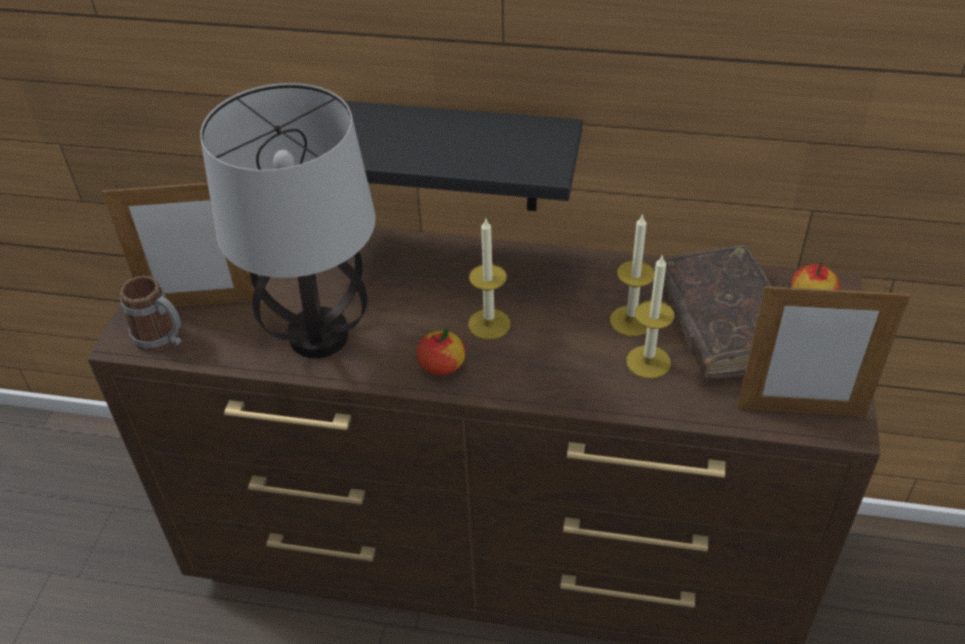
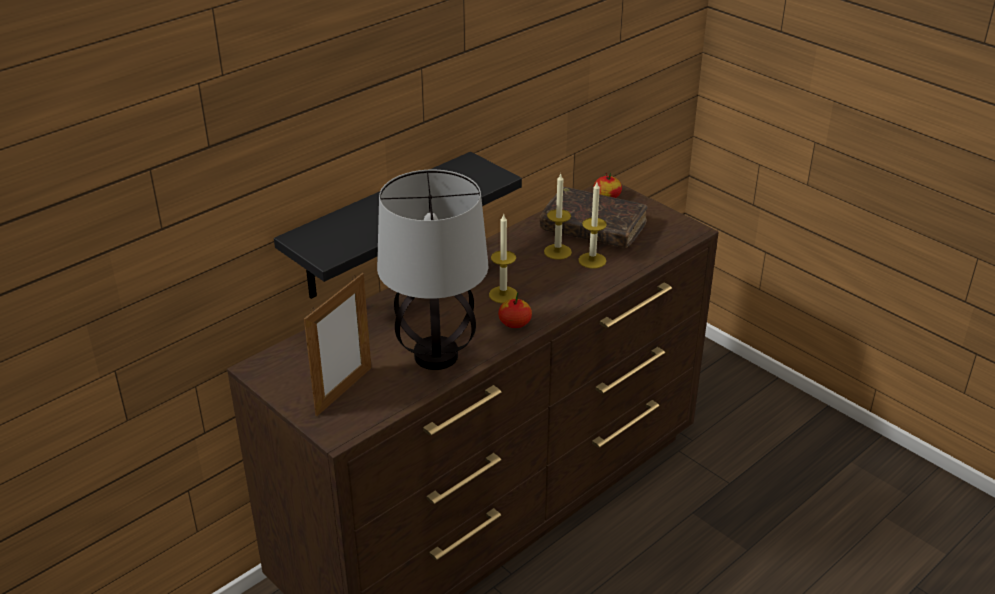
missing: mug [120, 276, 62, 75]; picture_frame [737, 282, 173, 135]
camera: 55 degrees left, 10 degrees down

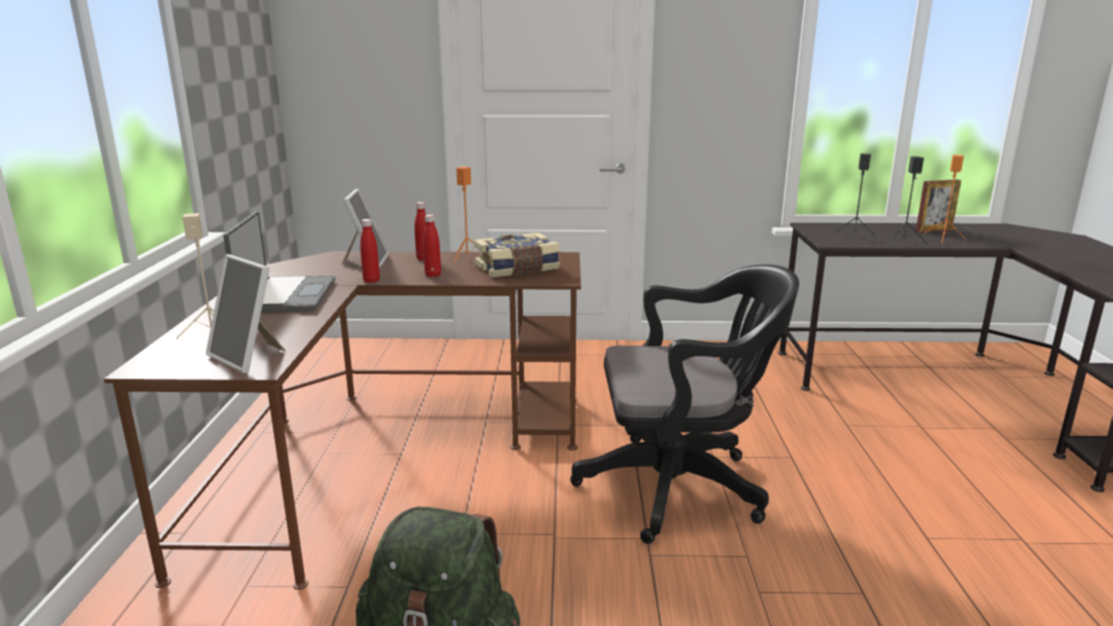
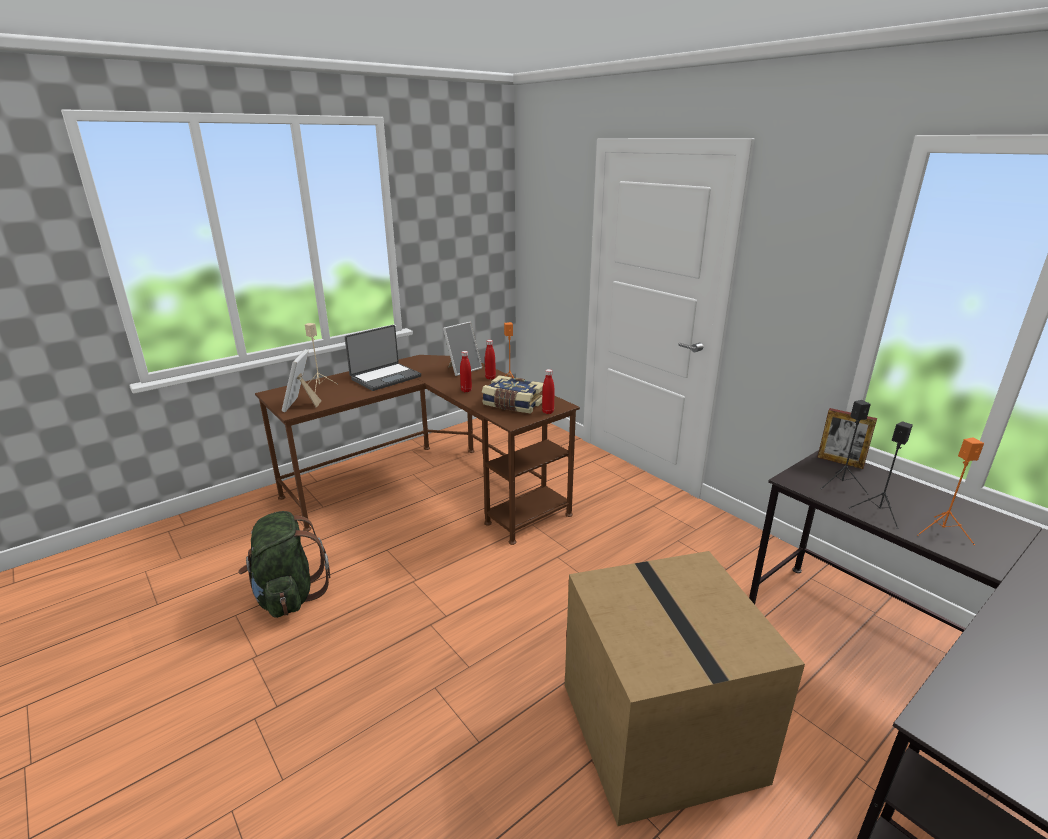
missing: black_office_chair [570, 264, 229, 280]
appeared: cardboard_box [565, 551, 240, 275]
relocated: red_bottle [360, 219, 20, 64] to [542, 369, 12, 45]; picture_frame [916, 179, 45, 53] to [817, 408, 60, 61]
camera: 50 degrees right, 5 degrees up

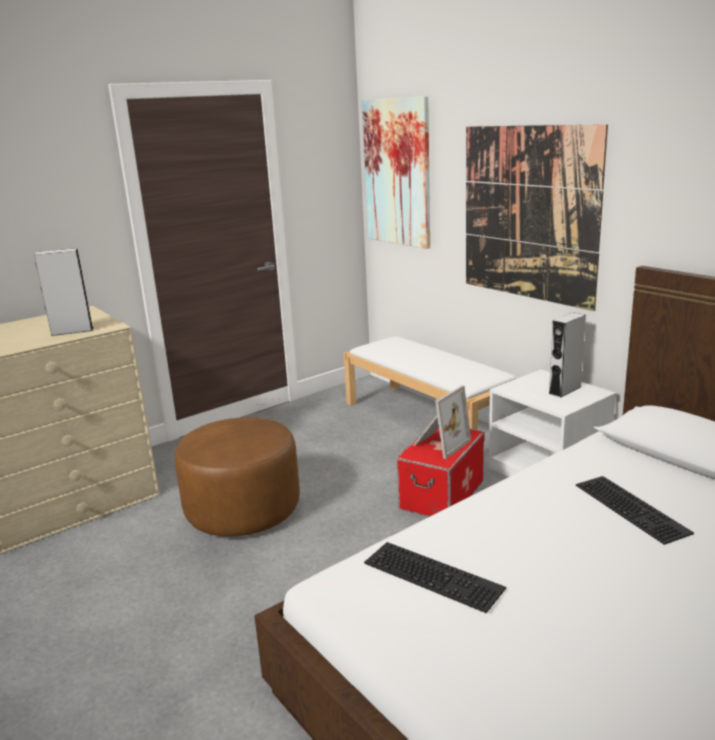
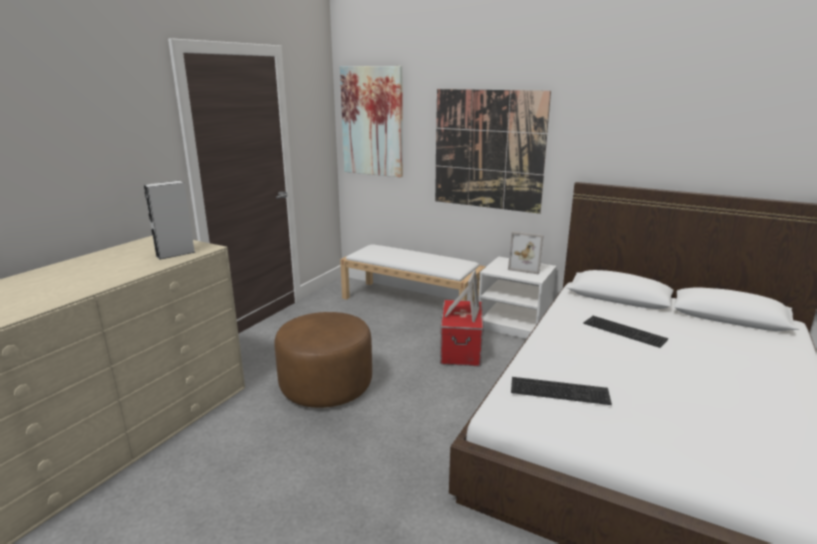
exchanged: grey_speaker [549, 312, 37, 85] to picture_frame [508, 231, 36, 44]
camera: 25 degrees left, 0 degrees up

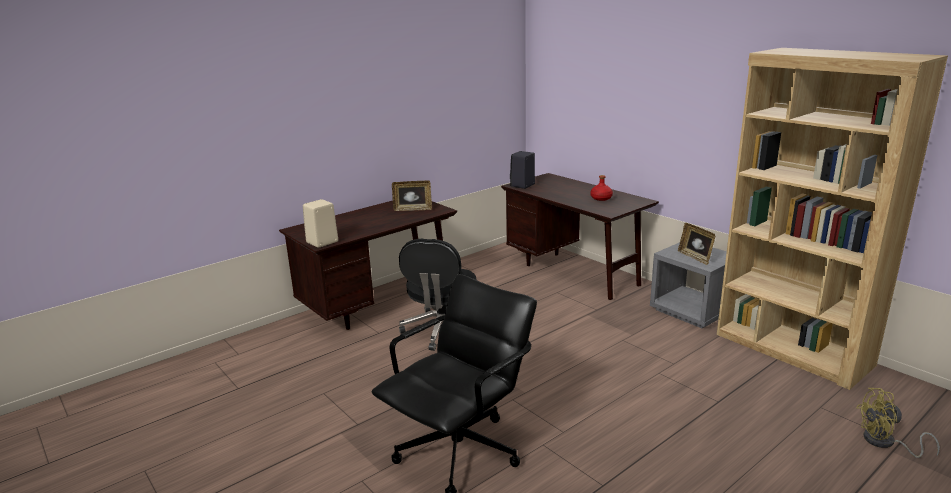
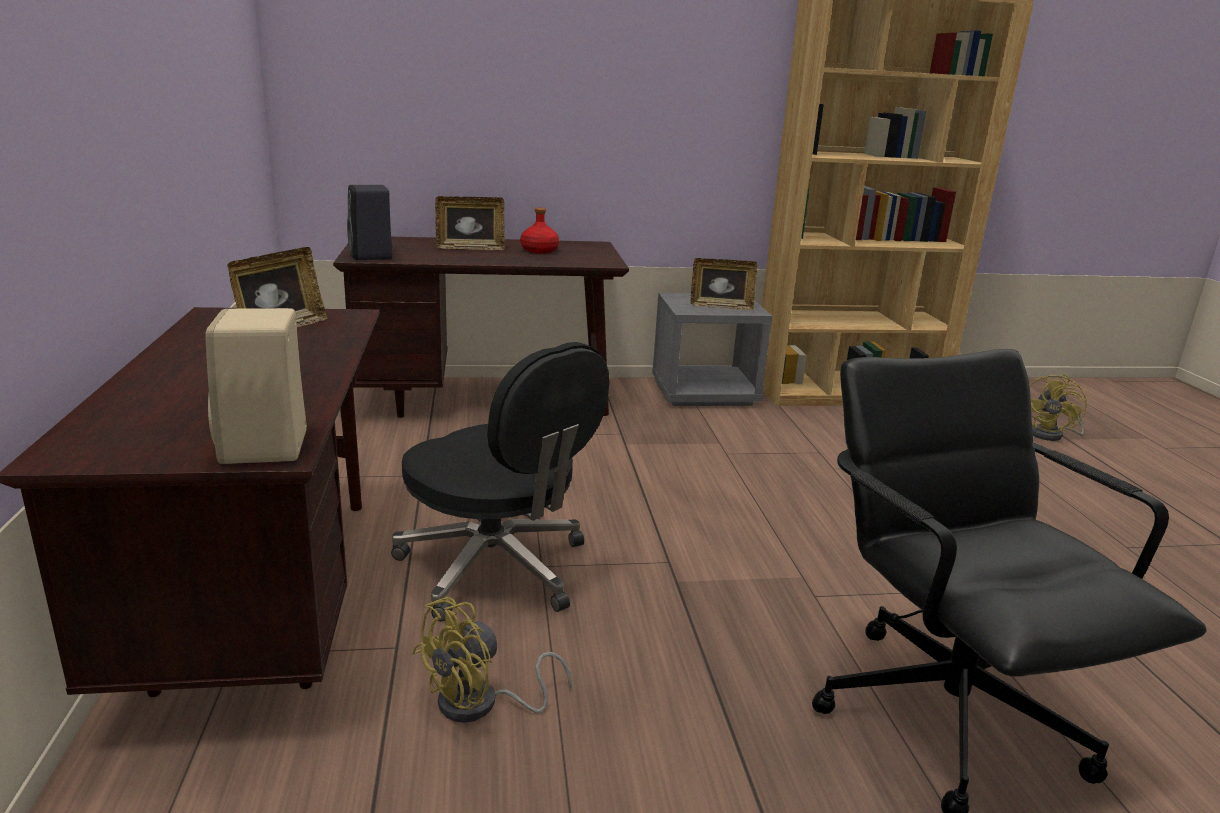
appeared: yellow_fan [412, 597, 159, 126]; picture_frame [435, 196, 70, 54]
camera: 60 degrees left, 0 degrees up

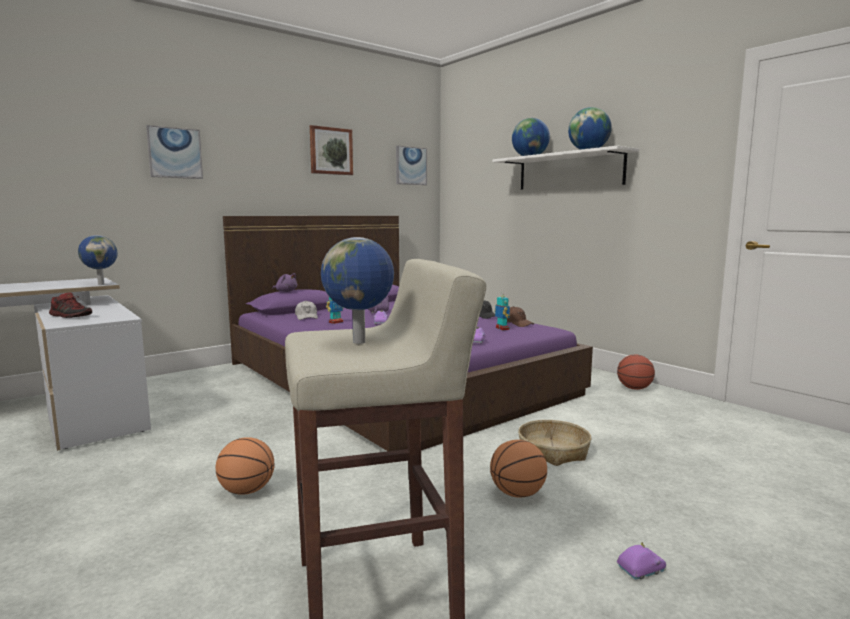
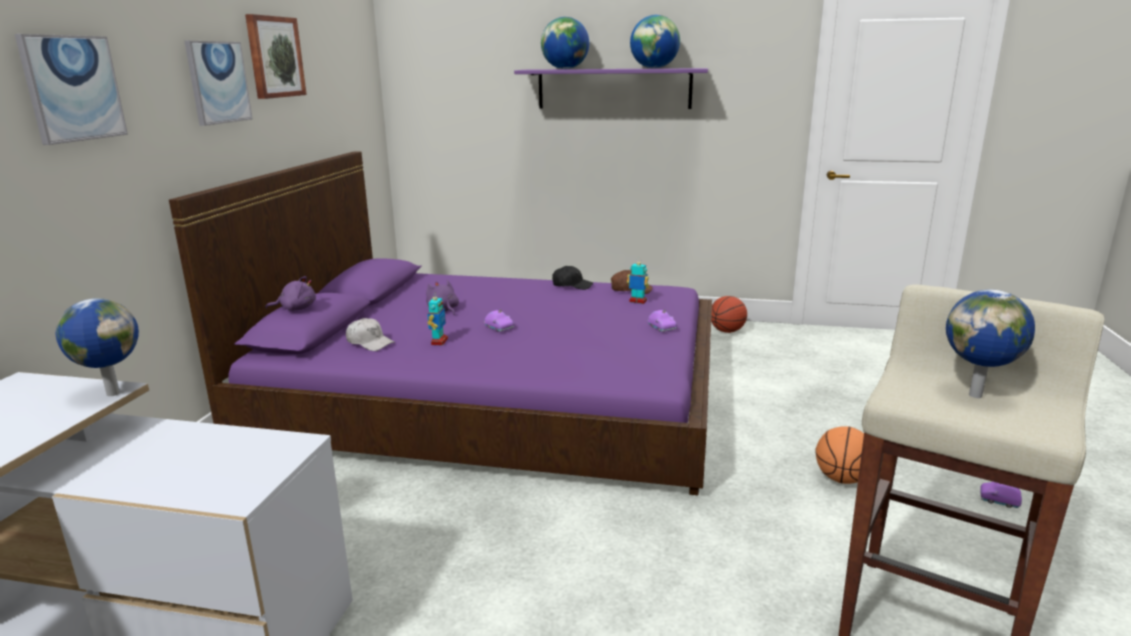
missing: shoe [49, 292, 43, 26]; basketball [216, 437, 59, 58]; basket [518, 420, 73, 46]
relocated: picture [396, 146, 31, 39] to [185, 41, 67, 85]
colour: white_shelf [492, 146, 147, 44] to purple_shelf [514, 68, 194, 41]
spun: purple_toy_car [617, 542, 49, 38] = [980, 482, 42, 26] 90 degrees counterclockwise
camera: 40 degrees left, 10 degrees up

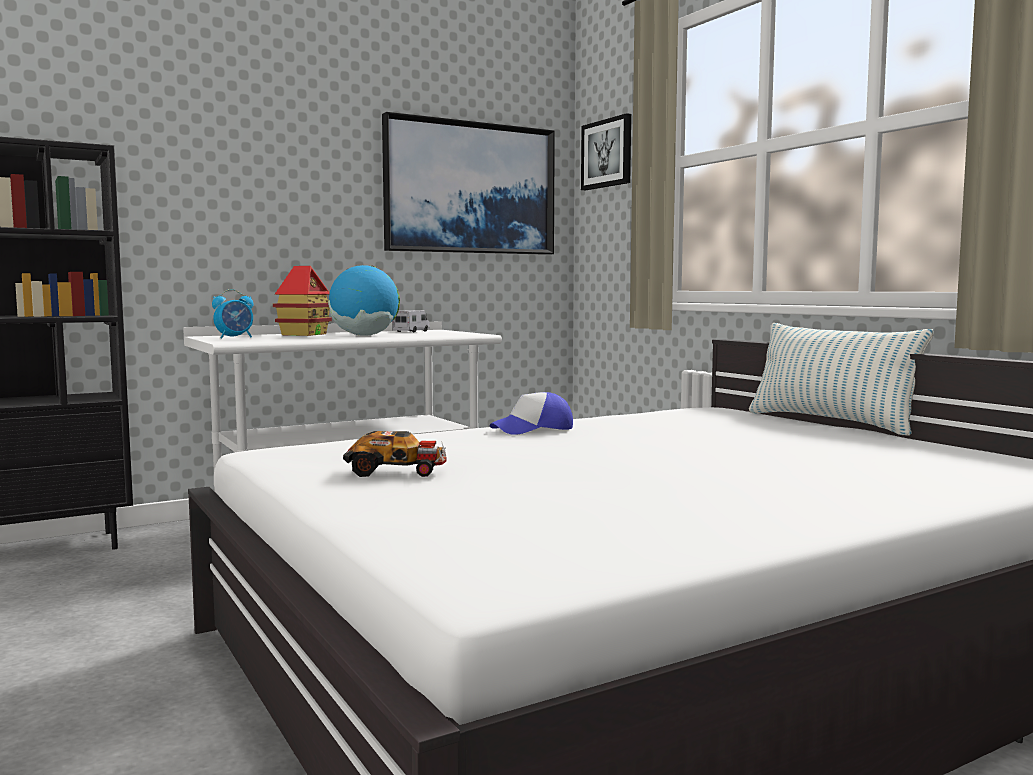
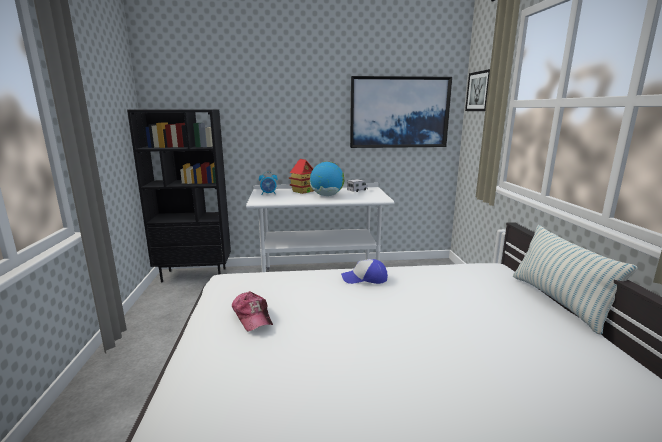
exchanged: toy_car [343, 431, 104, 46] to cap [232, 291, 41, 41]
camera: 25 degrees right, 10 degrees up

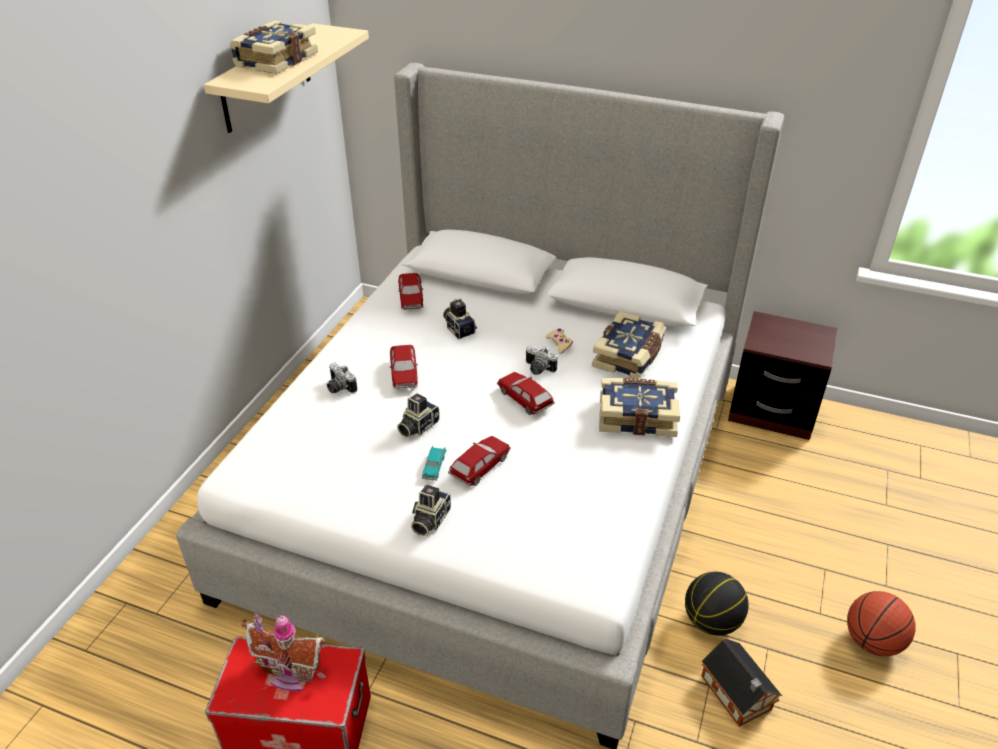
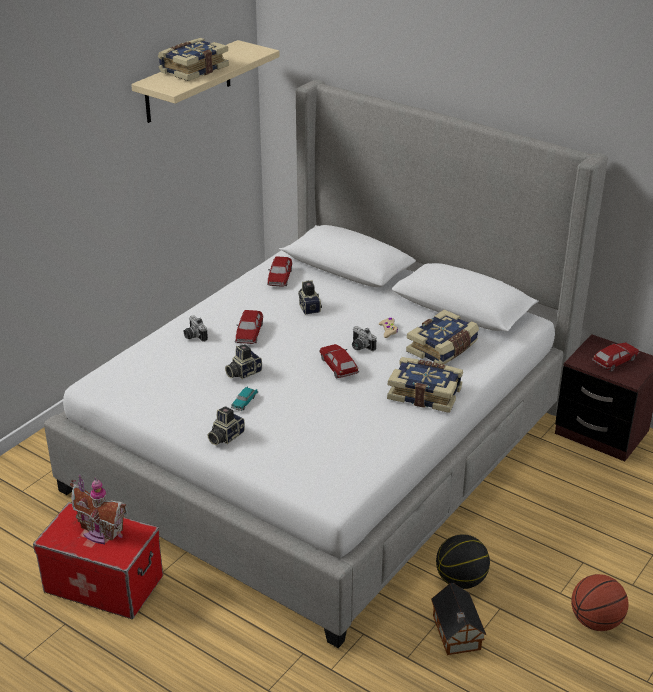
relocated: toy_car [448, 436, 63, 50] to [592, 343, 48, 28]
camera: 15 degrees right, 5 degrees down

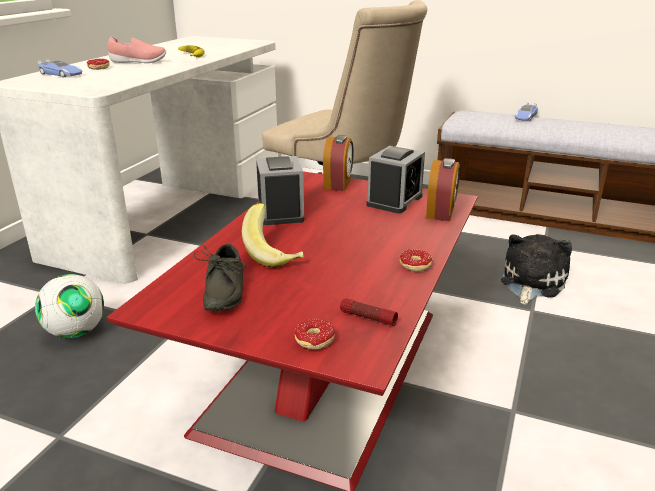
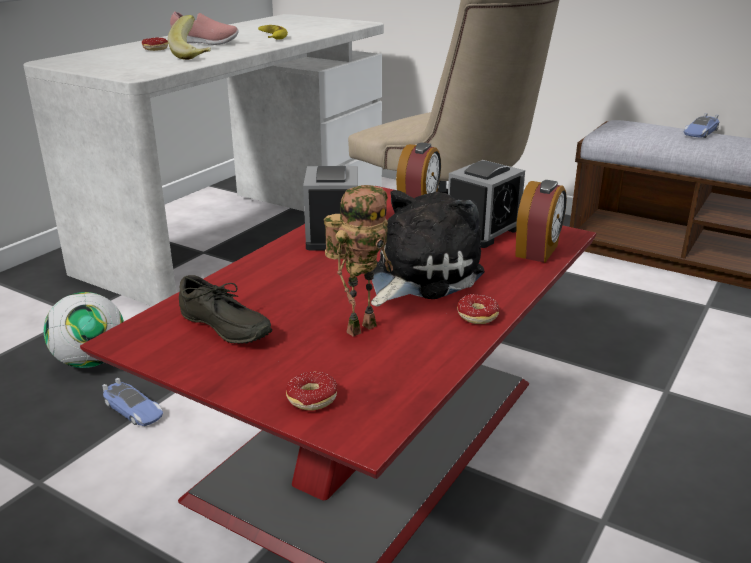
missing: flashlight [340, 298, 58, 28]
appeared: toy_robot [324, 185, 69, 152]
relocated: toy_car [37, 59, 45, 19] to [102, 378, 61, 48]; banana [242, 203, 62, 65] to [168, 15, 43, 45]; plush_toy [501, 234, 71, 71] to [371, 190, 114, 117]
spun: grey_shoe [194, 241, 52, 70] = [179, 275, 93, 69] 60 degrees counterclockwise
camera: 10 degrees right, 0 degrees up

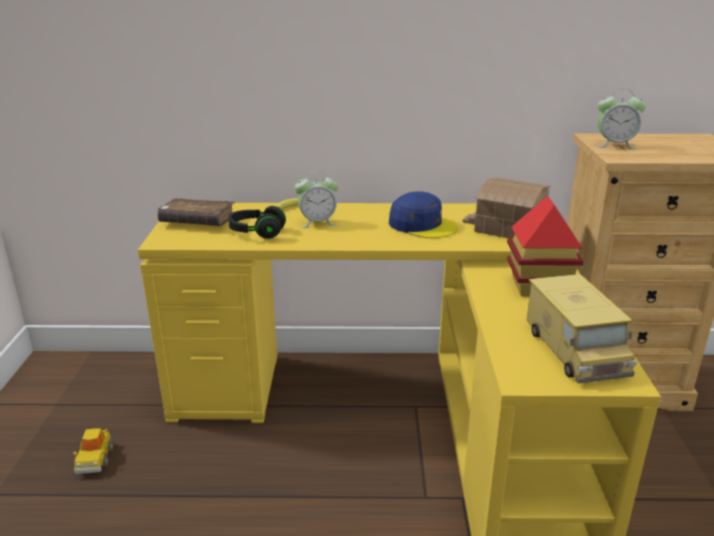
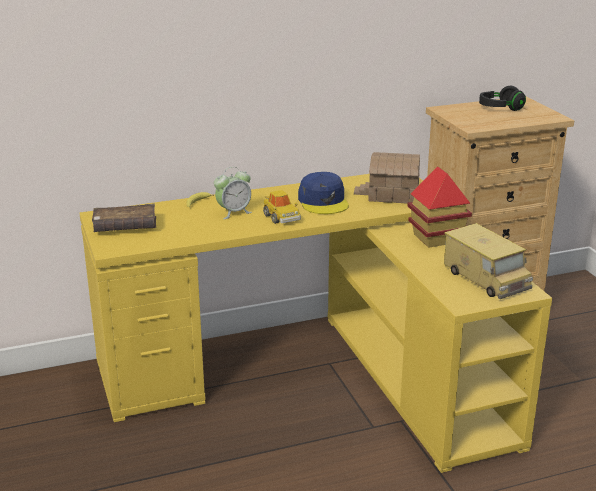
missing: alarm_clock [597, 89, 49, 60]
relocated: toy_car [73, 429, 40, 45] to [263, 190, 38, 34]; black_headphones [228, 206, 58, 33] to [479, 86, 47, 25]
spun: blue_cap [389, 192, 69, 46] = [298, 172, 51, 42] 60 degrees clockwise
camera: 20 degrees left, 0 degrees up

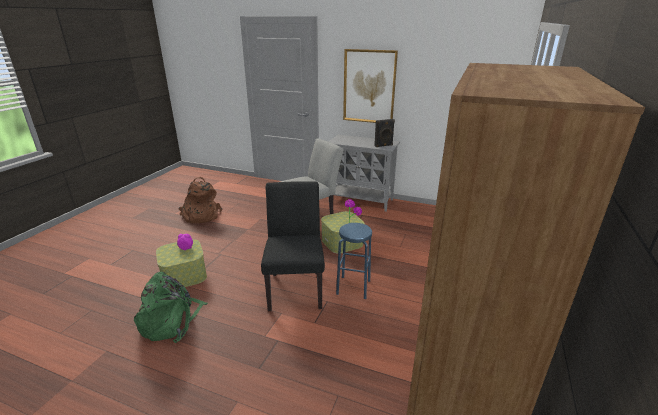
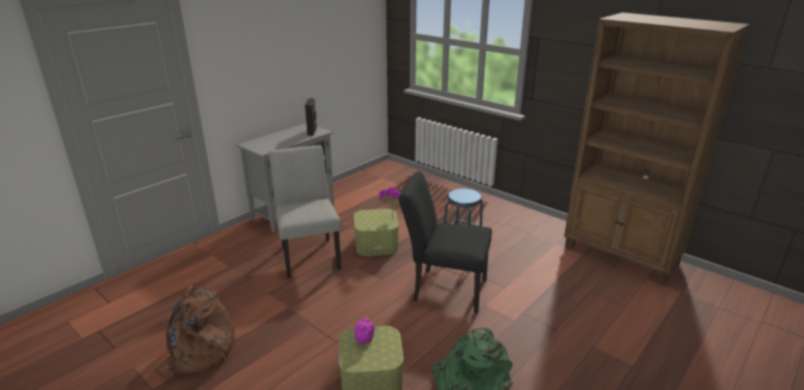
missing: picture [343, 49, 55, 74]
camera: 70 degrees left, 0 degrees up

